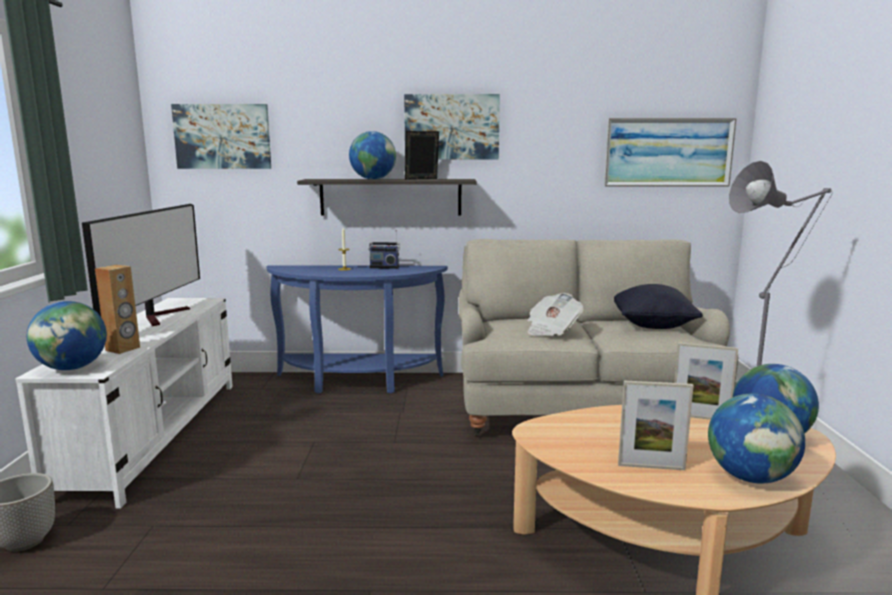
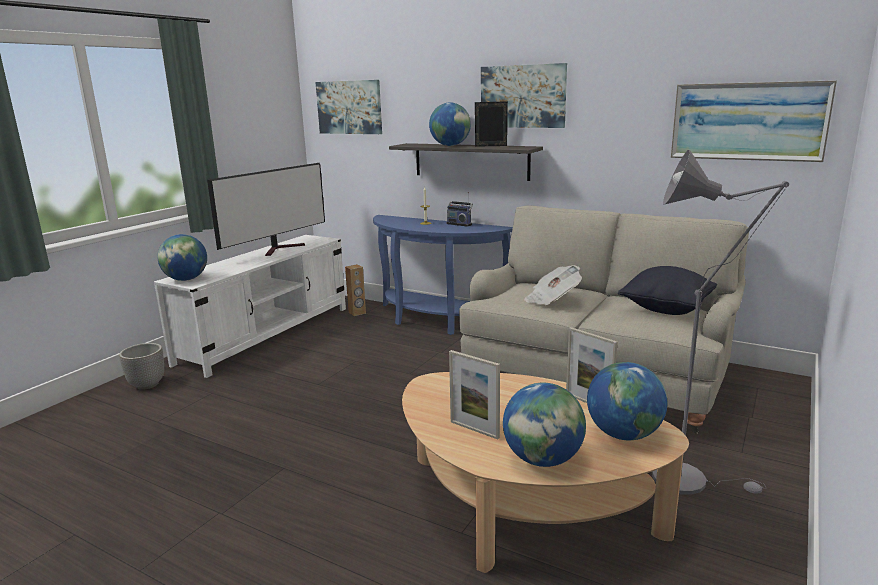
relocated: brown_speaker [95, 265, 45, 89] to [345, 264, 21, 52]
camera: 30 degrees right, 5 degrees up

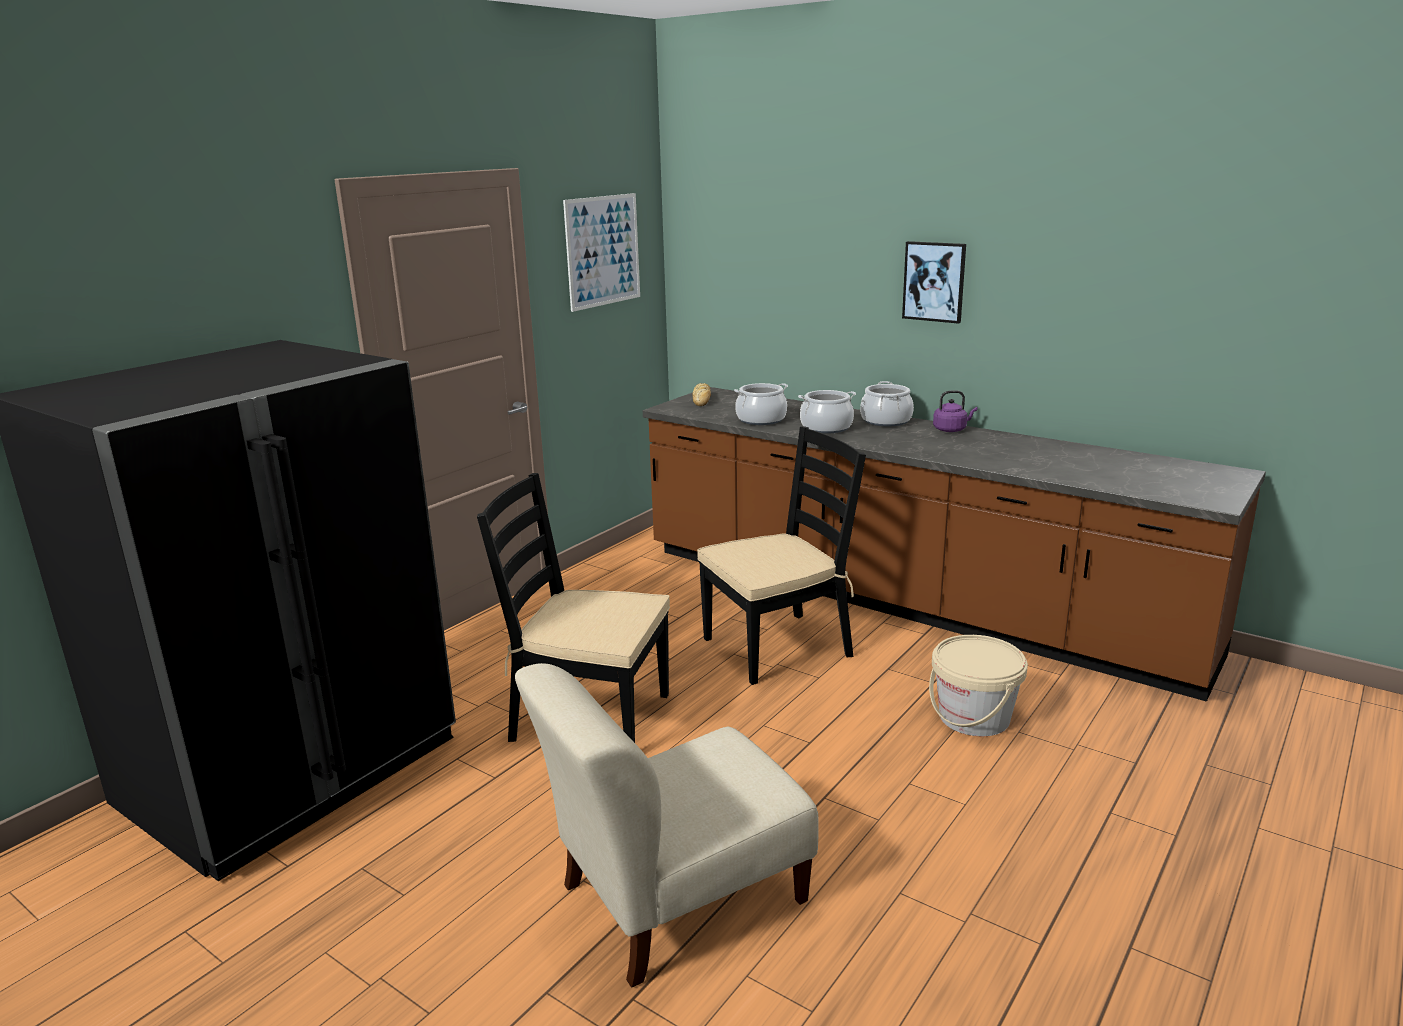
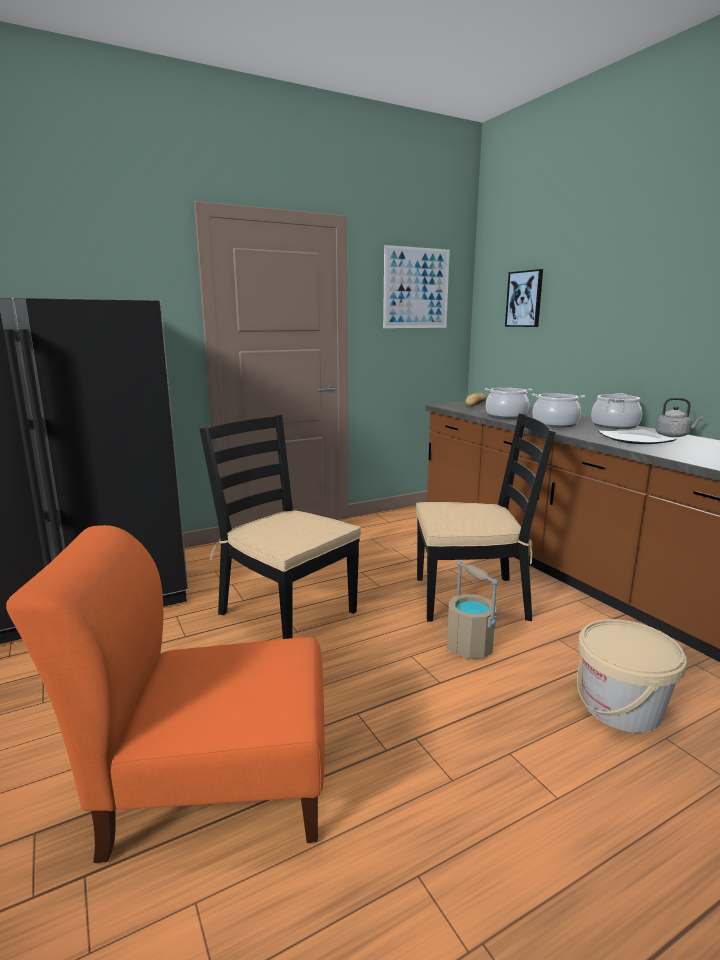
appeared: beige_bucket [447, 560, 51, 99]; plate [598, 429, 78, 15]
relocated: picture [902, 241, 64, 83] to [505, 269, 38, 58]
colour: beige_chair [515, 663, 304, 324] to orange_chair [6, 525, 319, 338]; purple_kettle [933, 390, 44, 42] to grey_kettle [655, 398, 48, 39]
camera: 25 degrees right, 5 degrees down

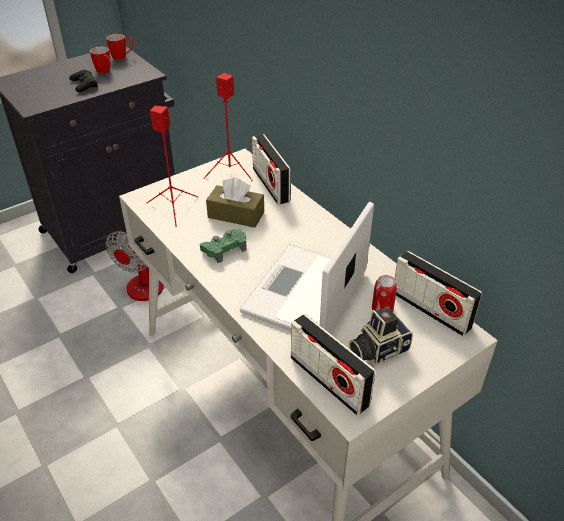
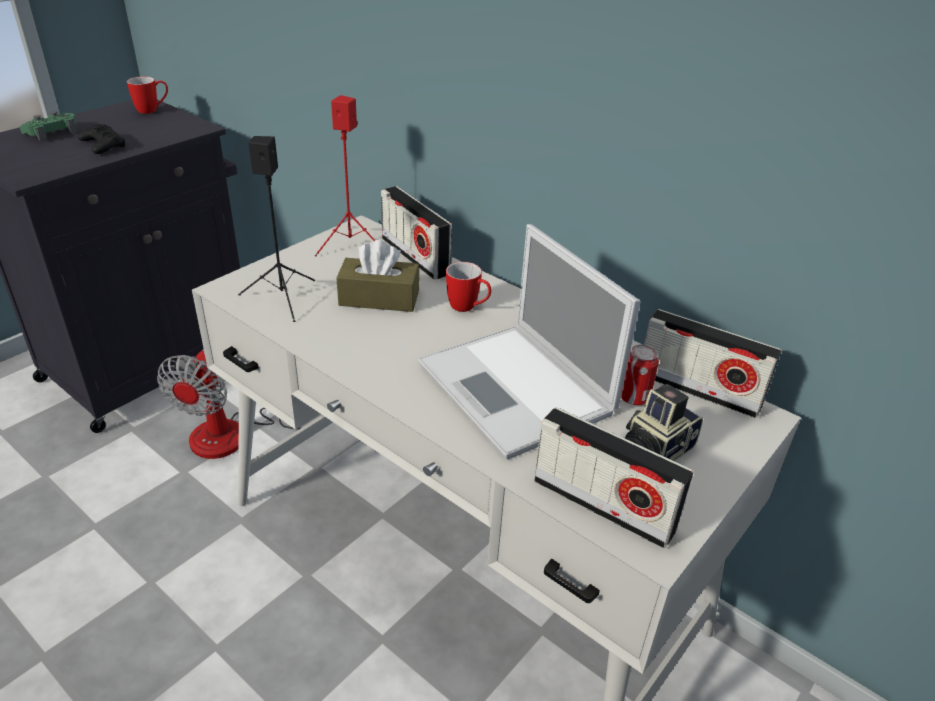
relocated: mug [90, 47, 21, 27] to [446, 262, 45, 50]; green_game_controller [200, 229, 47, 34] to [20, 111, 57, 31]
colour: red_speaker [147, 106, 51, 121] to black_speaker [238, 136, 77, 186]
spun: laptop [240, 202, 134, 130] = [418, 224, 222, 236] 45 degrees counterclockwise
camera: 15 degrees left, 5 degrees down

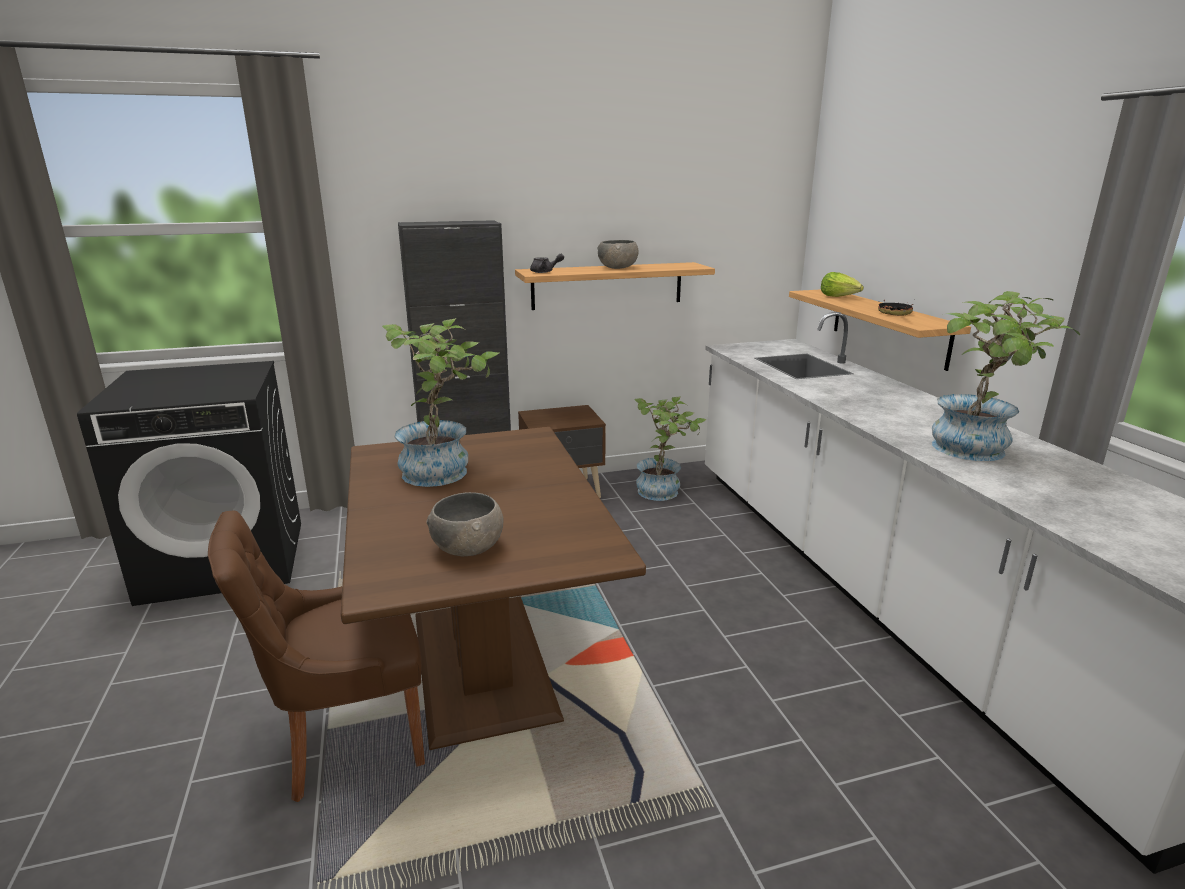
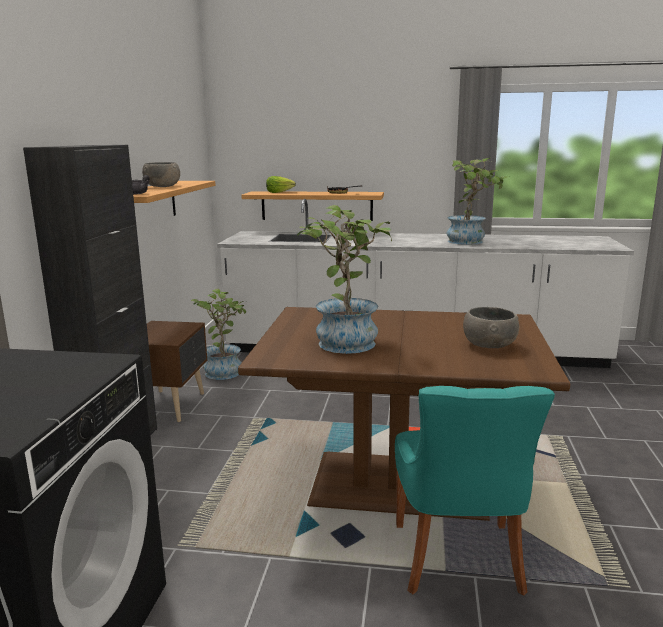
colour: brown_chair [208, 510, 217, 292] to turquoise_chair [395, 386, 160, 210]
camera: 65 degrees left, 5 degrees down

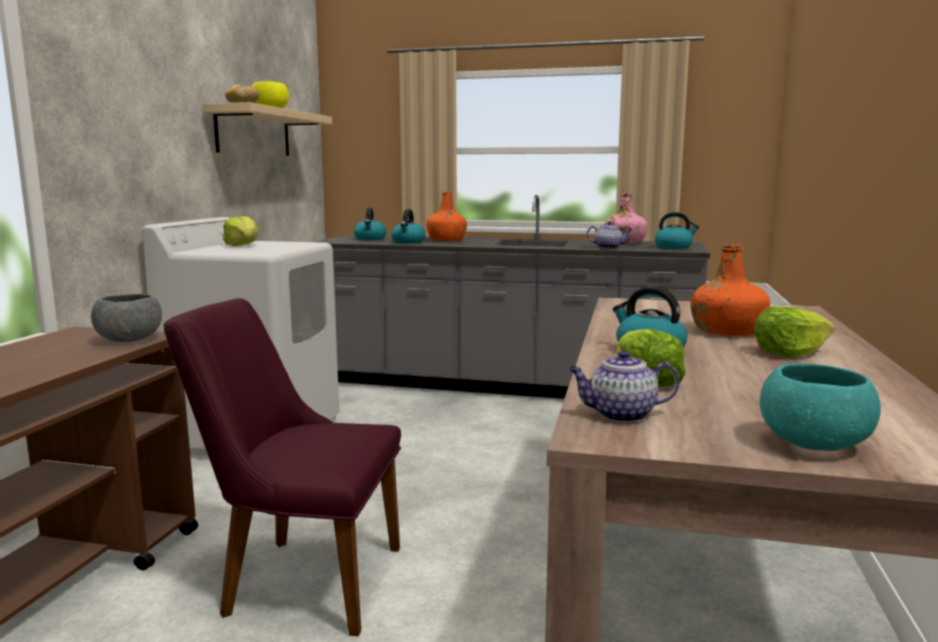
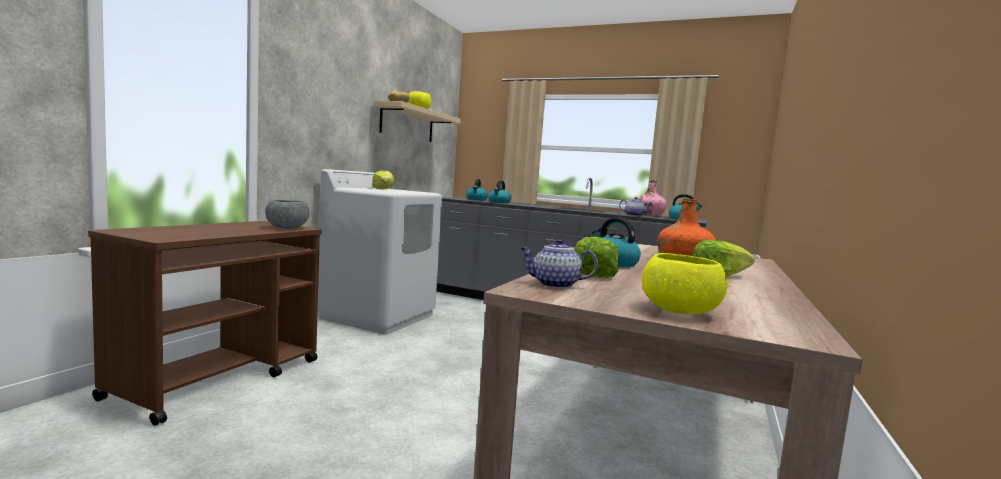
missing: purple_chair [163, 298, 238, 339]; orange_bottle [426, 192, 41, 49]
colour: turquoise_bowl [760, 363, 121, 88] to yellow_bowl [642, 253, 85, 61]
camera: 10 degrees right, 5 degrees down

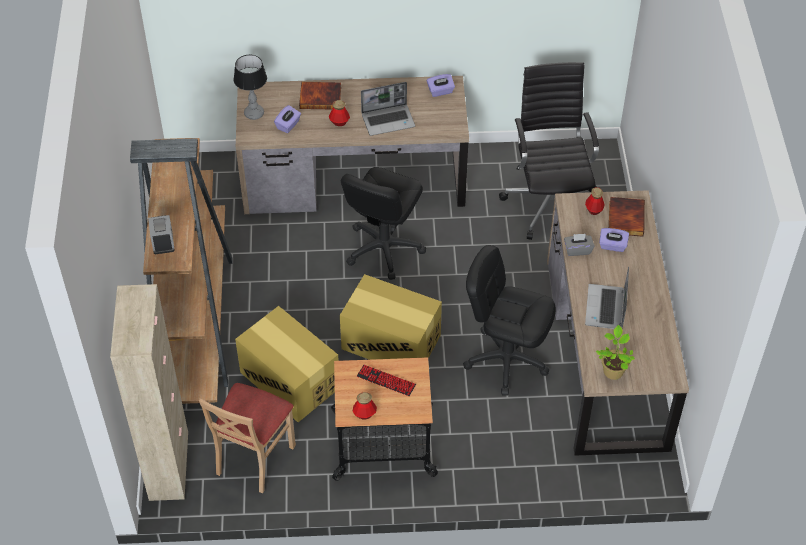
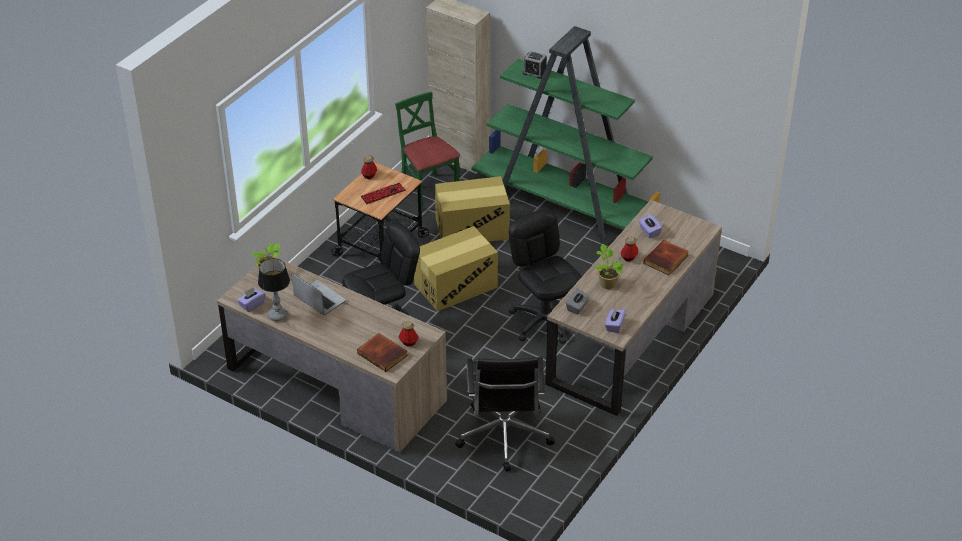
relocated: table_lamp [234, 55, 33, 65] to [258, 258, 32, 63]; grey_tissue_box [564, 234, 31, 22] to [566, 288, 24, 26]; purple_tissue_box [599, 228, 30, 24] to [238, 288, 27, 24]
exchanged: laptop [361, 82, 54, 54] to potted_plant [594, 244, 29, 45]
colour: brown_bookcase [130, 138, 103, 266] to green_bookcase [471, 26, 189, 219]; beige_chair [199, 383, 97, 110] to green_chair [395, 91, 65, 120]
spun: black_office_chair [499, 62, 100, 178] = [455, 357, 100, 115] 60 degrees clockwise
camera: 125 degrees right, 10 degrees down

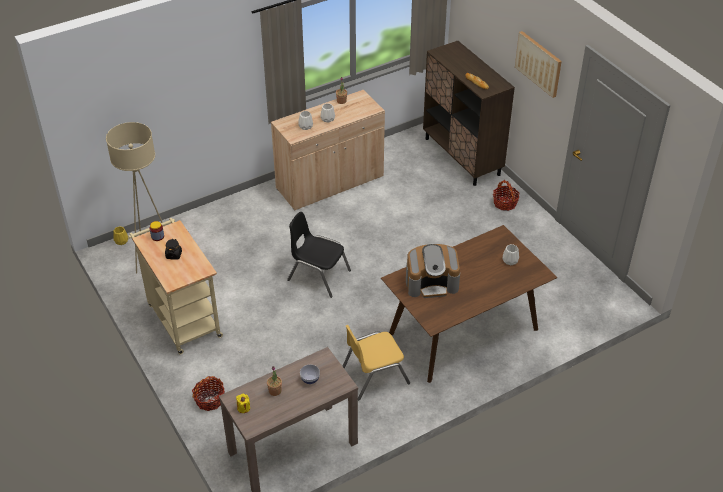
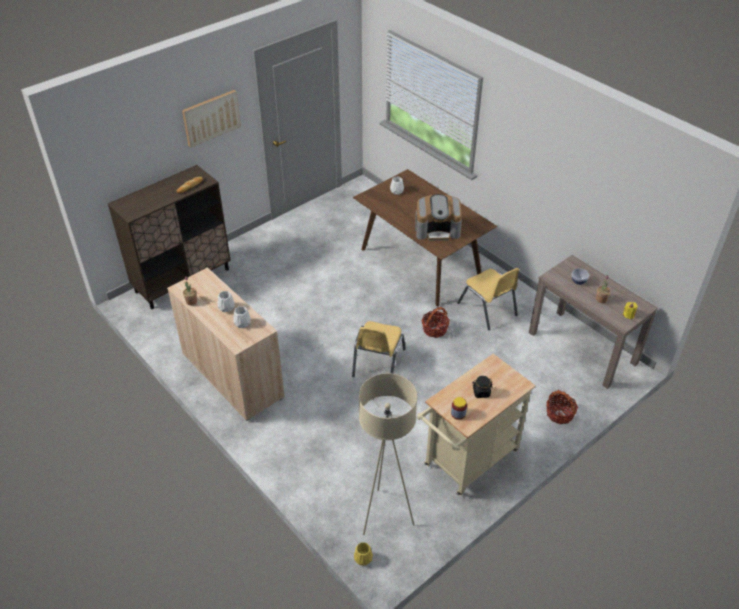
relocated: basket [493, 180, 27, 31] to [422, 307, 28, 31]
colour: black_chair [287, 212, 64, 86] to yellow_chair [352, 321, 54, 56]
spun: coffee_machine [406, 244, 54, 54] = [415, 194, 47, 47] 105 degrees clockwise
camera: 100 degrees left, 0 degrees up

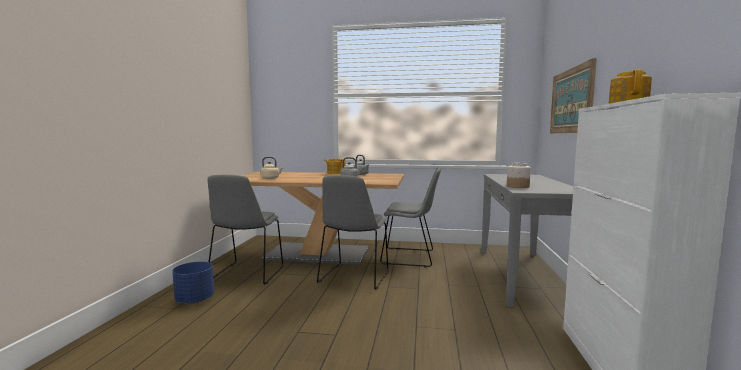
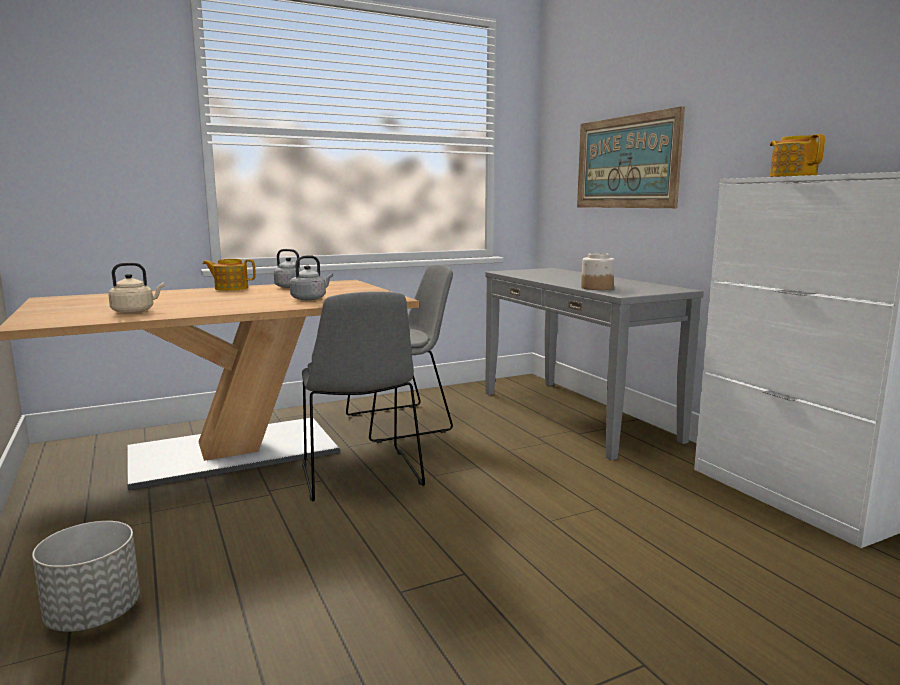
missing: grey_chair [207, 174, 76, 111]
colour: blue_planter [172, 262, 42, 42] to grey_planter [32, 521, 108, 111]
camera: 35 degrees left, 5 degrees up

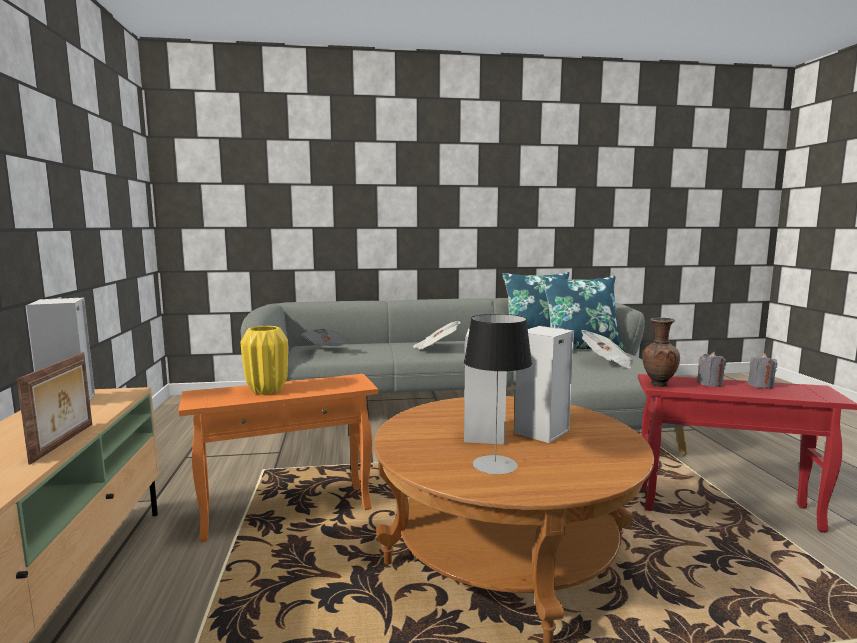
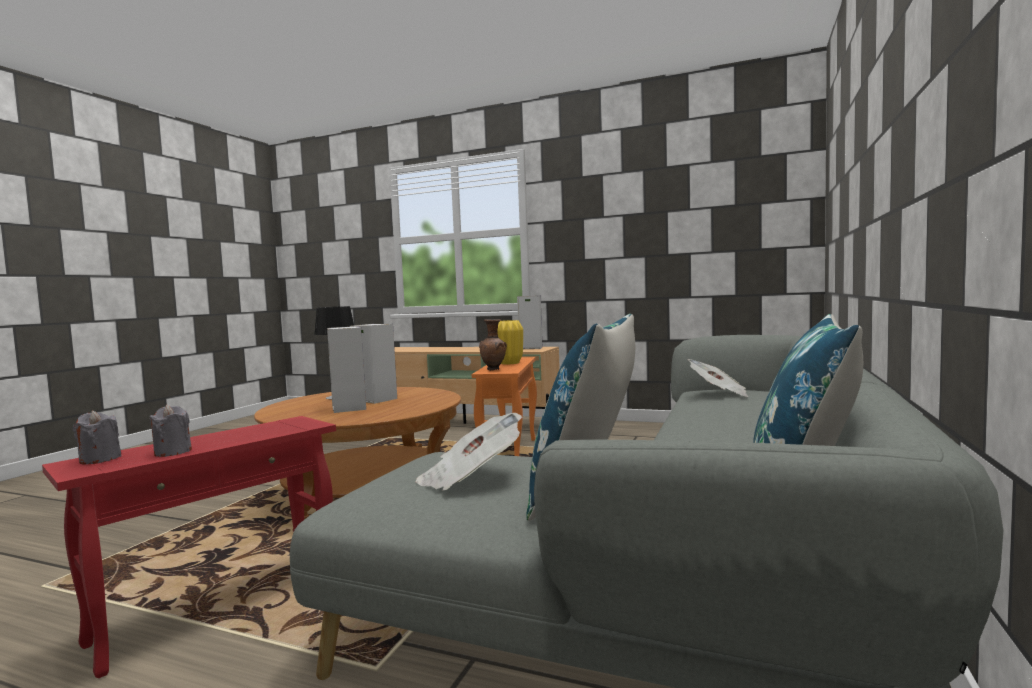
missing: picture_frame [17, 353, 75, 111]; newspaper [413, 321, 48, 29]
relocated: brown_vase [642, 318, 38, 69] to [479, 319, 28, 52]; grey_candle [697, 352, 29, 35] to [73, 411, 48, 53]
camera: 120 degrees right, 5 degrees down

